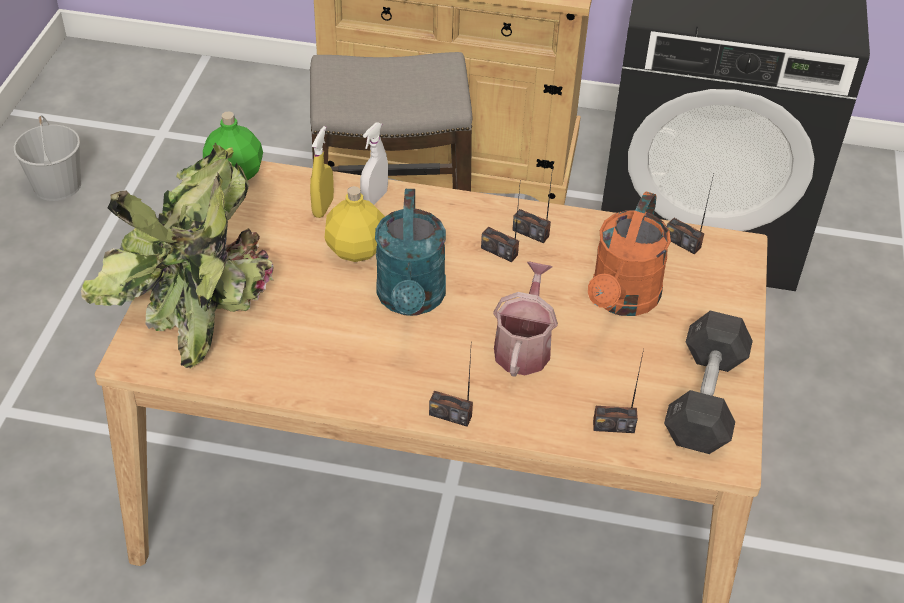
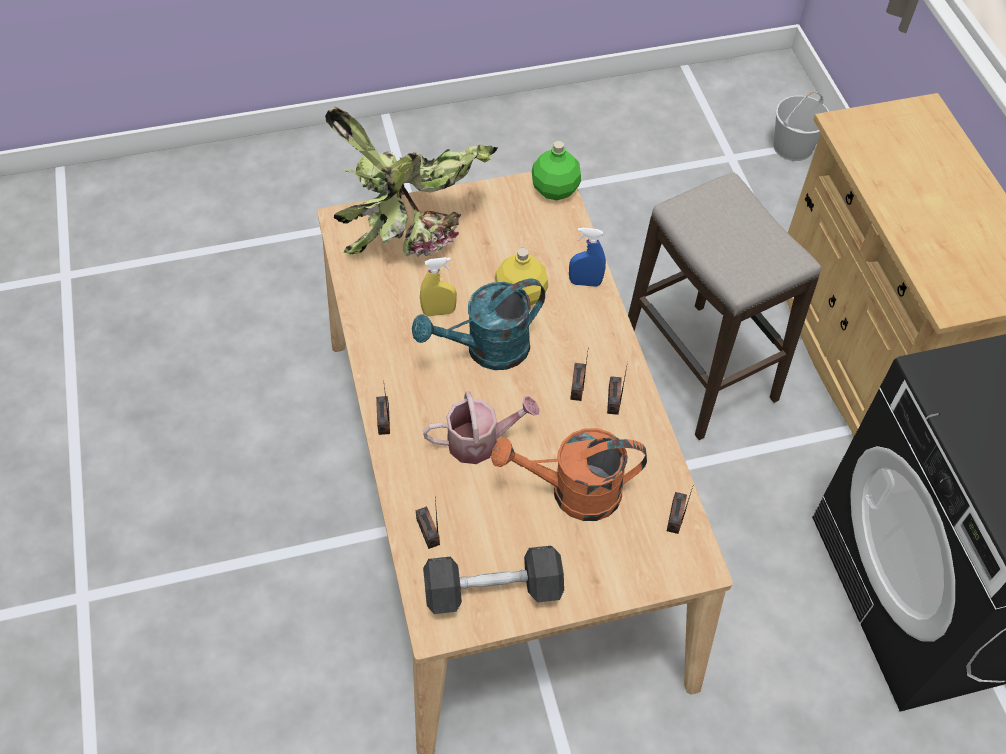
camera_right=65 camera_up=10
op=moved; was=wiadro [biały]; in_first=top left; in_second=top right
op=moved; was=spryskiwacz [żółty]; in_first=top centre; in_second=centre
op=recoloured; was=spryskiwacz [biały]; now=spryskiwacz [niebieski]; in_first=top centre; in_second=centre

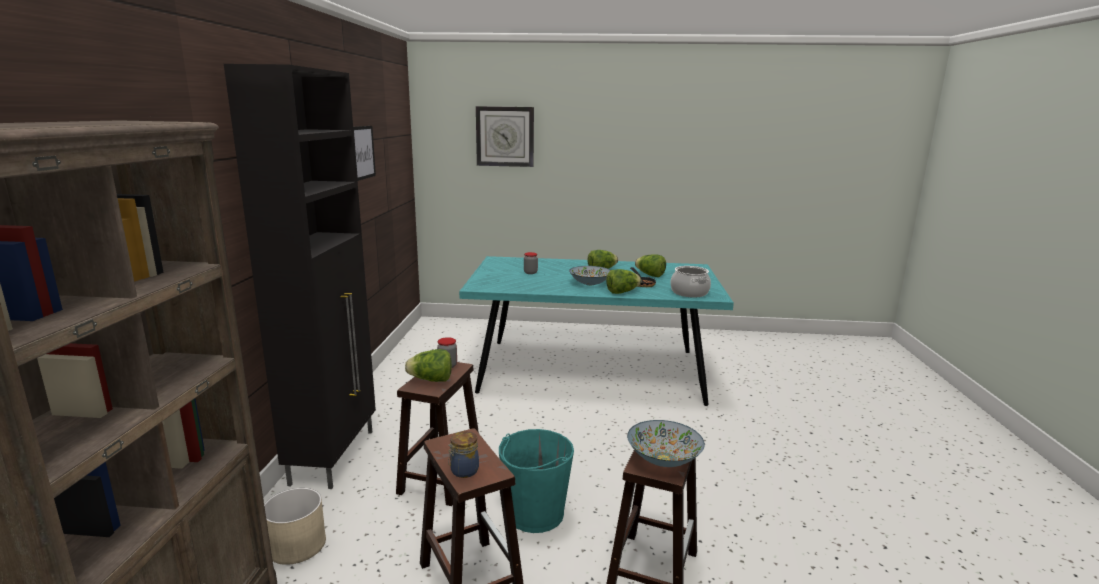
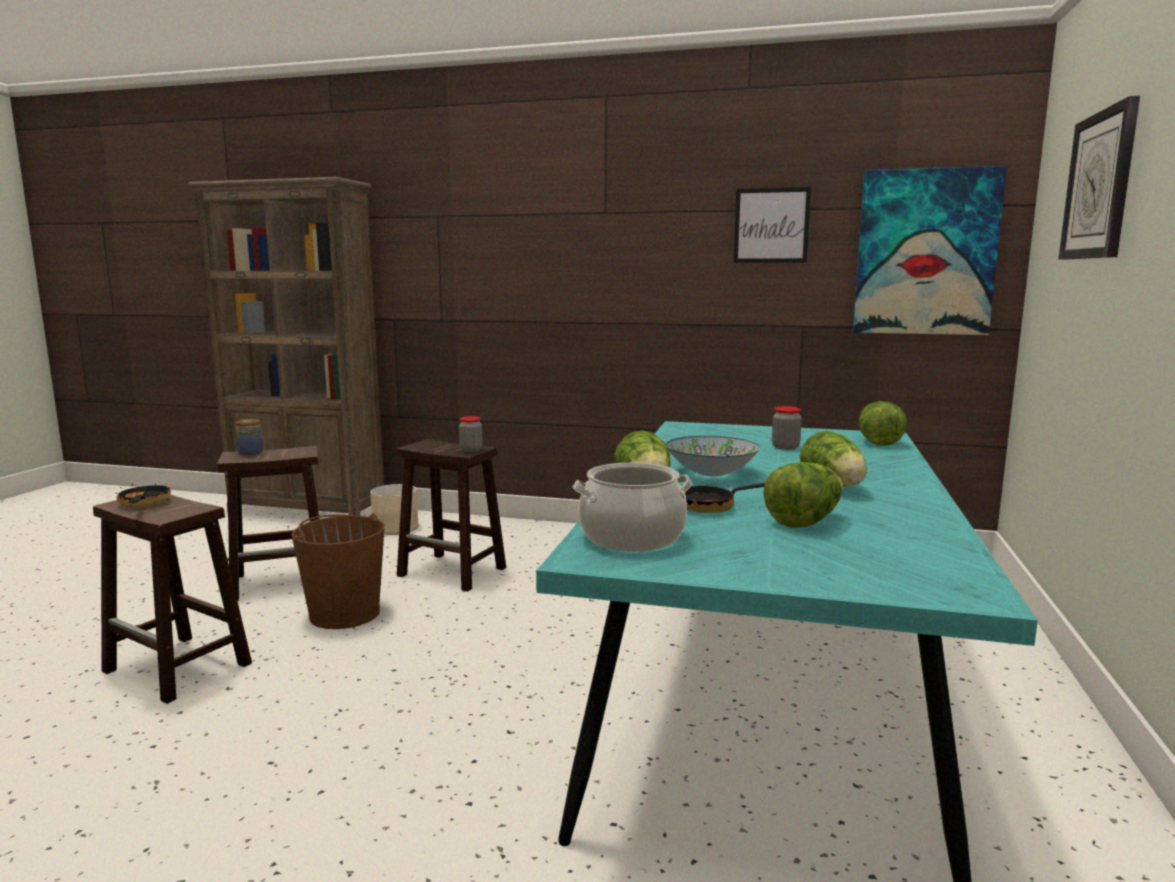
camera_right=100 camera_up=-5
op=removed; was=szafka [czarny]; in_first=middle left
op=added; now=obraz (2nd from left); in_second=top right
op=moved; was=sałata (1st from left in the first image); now=sałata (4th from left); in_first=centre; in_second=middle right
op=replaced; was=miska (2nd from left); now=patelnia (1st from left); in_first=bottom centre; in_second=middle left
op=recoloured; was=wiadro [turkusowy]; now=wiadro [brązowy]; in_first=bottom centre; in_second=middle left

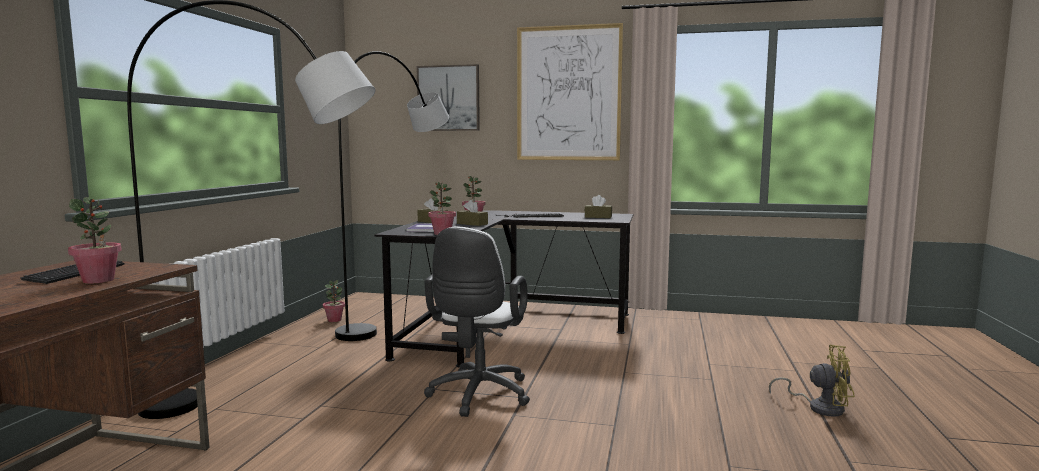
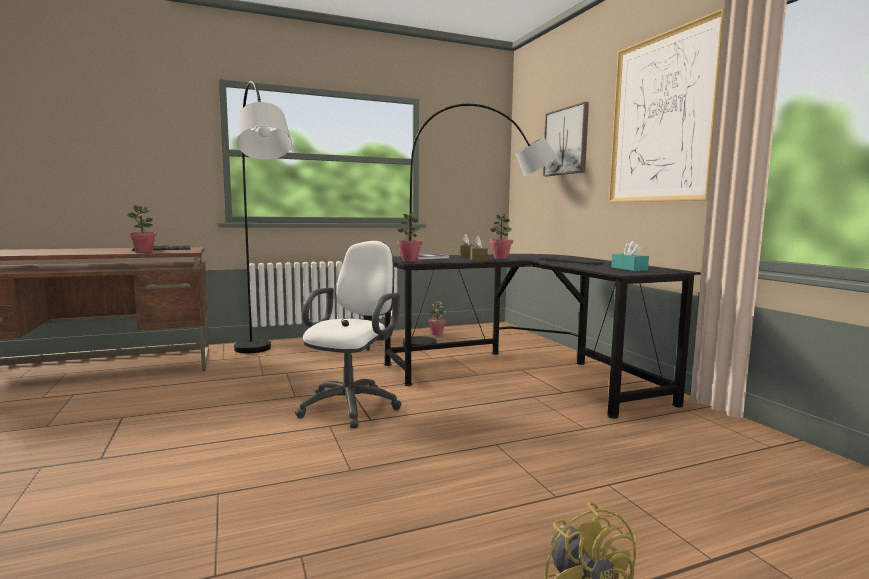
camera_right=55 camera_up=0
op=recoloured; was=pudełko chusteczek [brązowy] (3rd from left); now=pudełko chusteczek [turkusowy]; in_first=centre; in_second=middle right
op=turned; was=krzesło biurowe [biały]; in_first=bottom centre; in_second=centre; clockwise=135

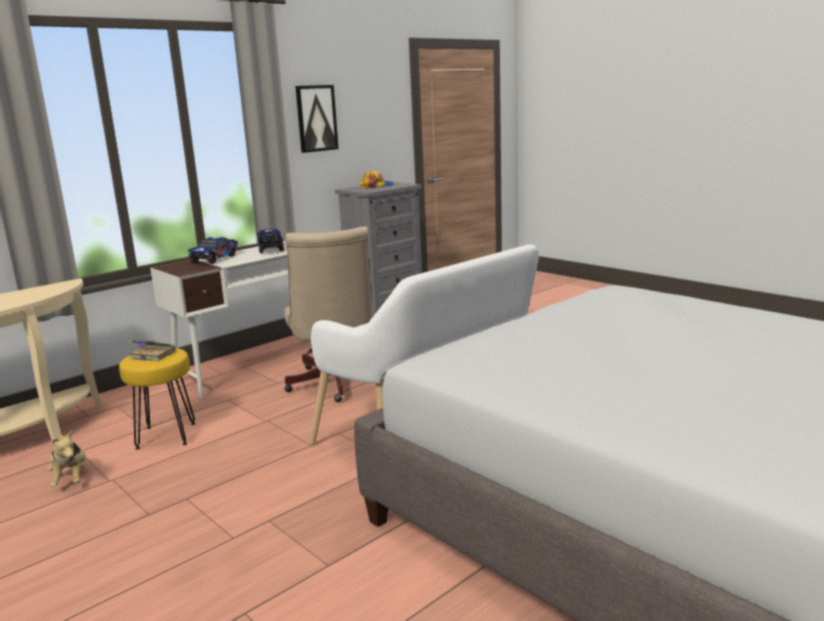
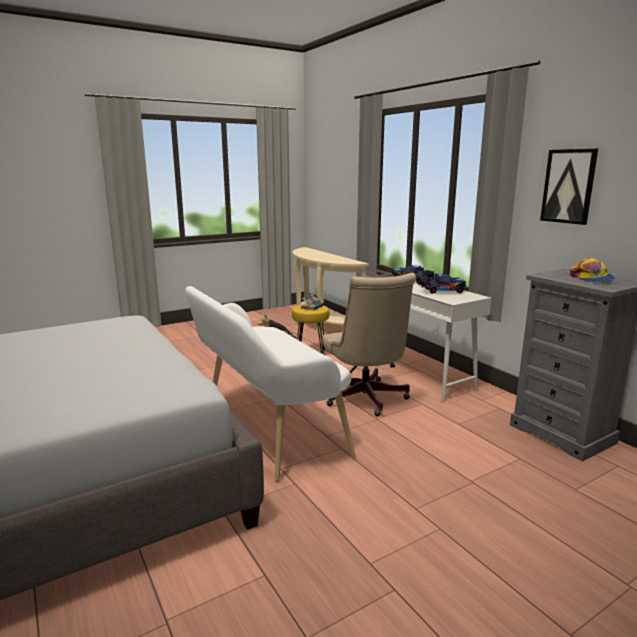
camera_right=100 camera_up=0
op=turned; was=krzesło biurowe [beżowy]; in_first=centre; in_second=centre; clockwise=-105

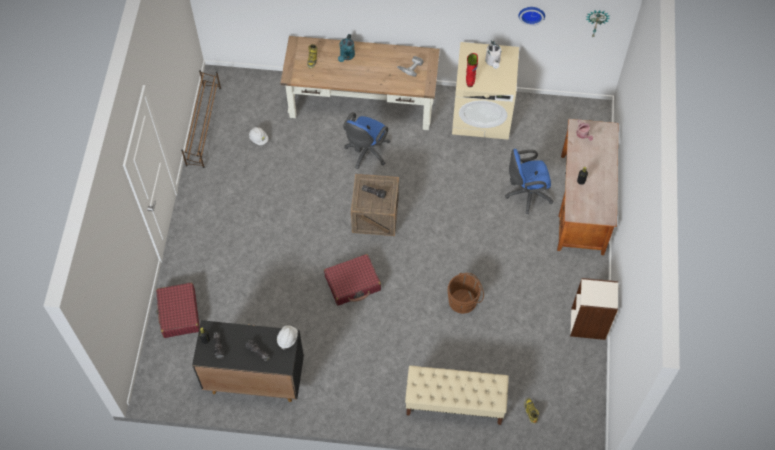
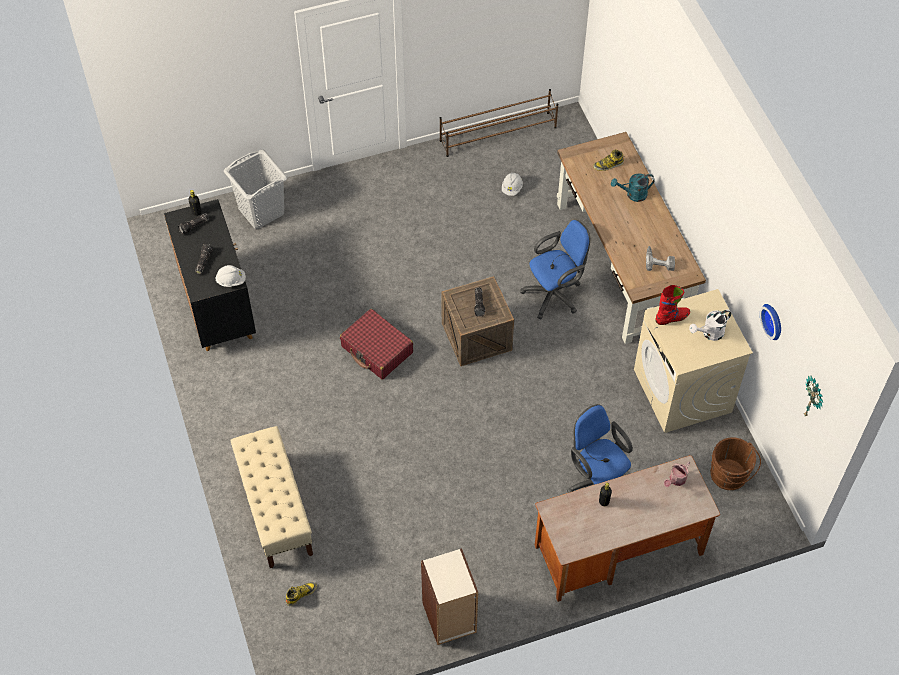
camera_right=65 camera_up=-5
op=moved; was=wiadro [brązowy]; in_first=centre; in_second=bottom right
op=replaced; was=walizka [czerwony] (1st from left); now=kosz na pranie [szary]; in_first=bottom left; in_second=top left
op=turned; was=krzesło biurowe [niebieski] (1st from left); in_first=top centre; in_second=centre; clockwise=150

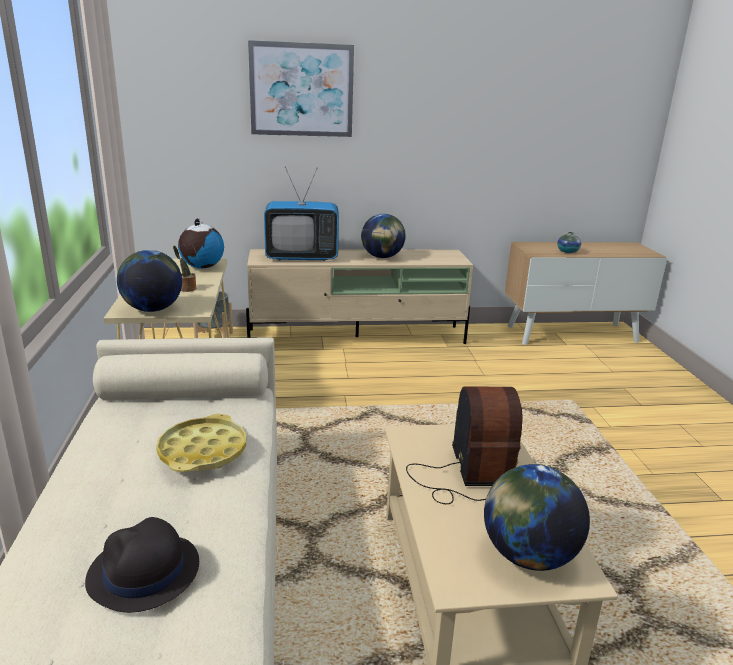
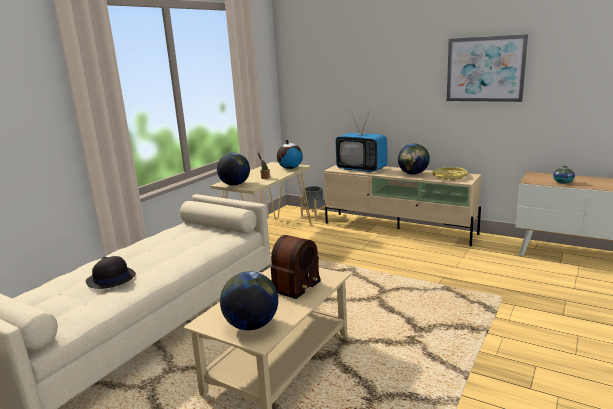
camera_right=40 camera_up=-5
op=moved; was=taca [żółty]; in_first=middle left; in_second=middle right
op=moved; was=obraz; in_first=top centre; in_second=top right

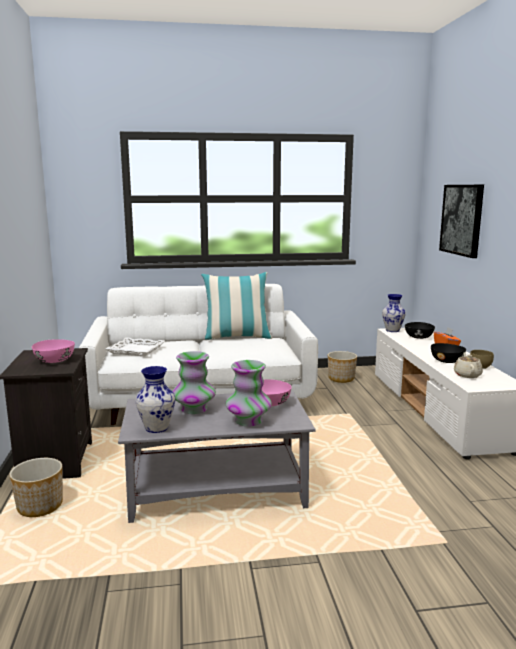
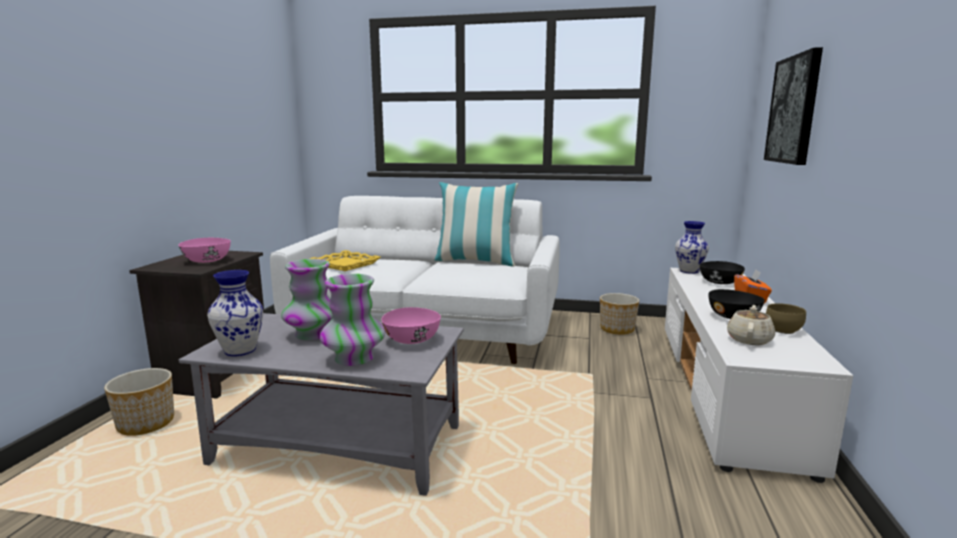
camera_right=20 camera_up=0
op=recoloured; was=taca [biały]; now=taca [żółty]; in_first=middle left; in_second=centre

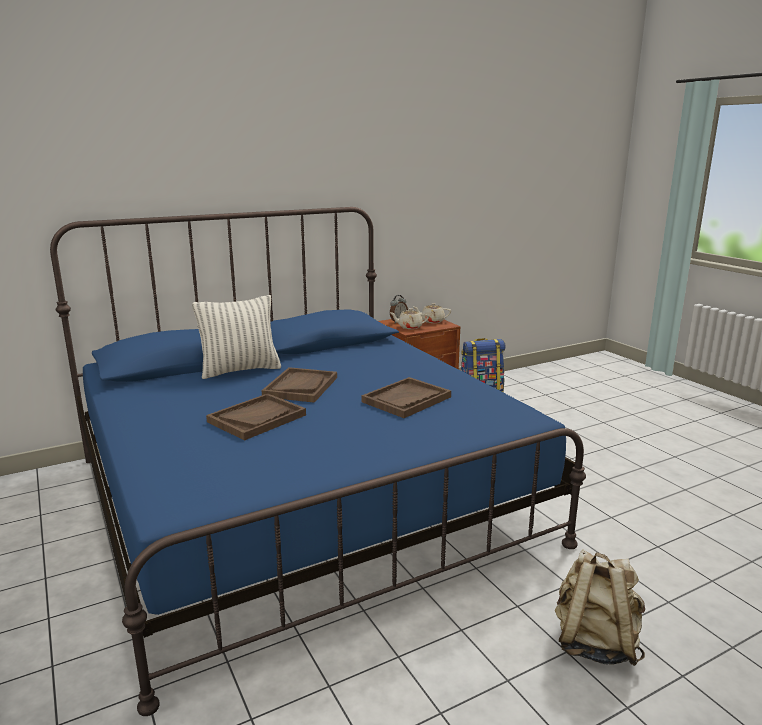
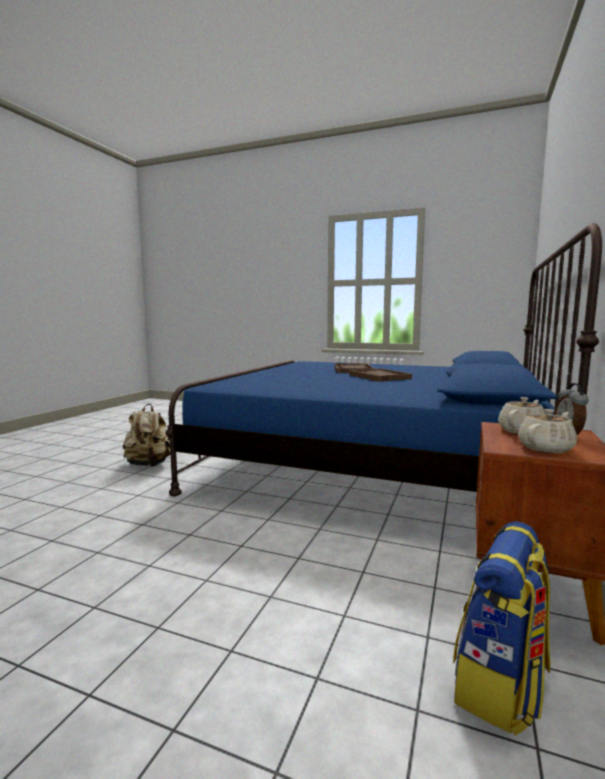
camera_right=140 camera_up=-10
op=removed; was=poduszka; in_first=middle left
op=removed; was=taca [brązowy] (3rd from left); in_first=centre

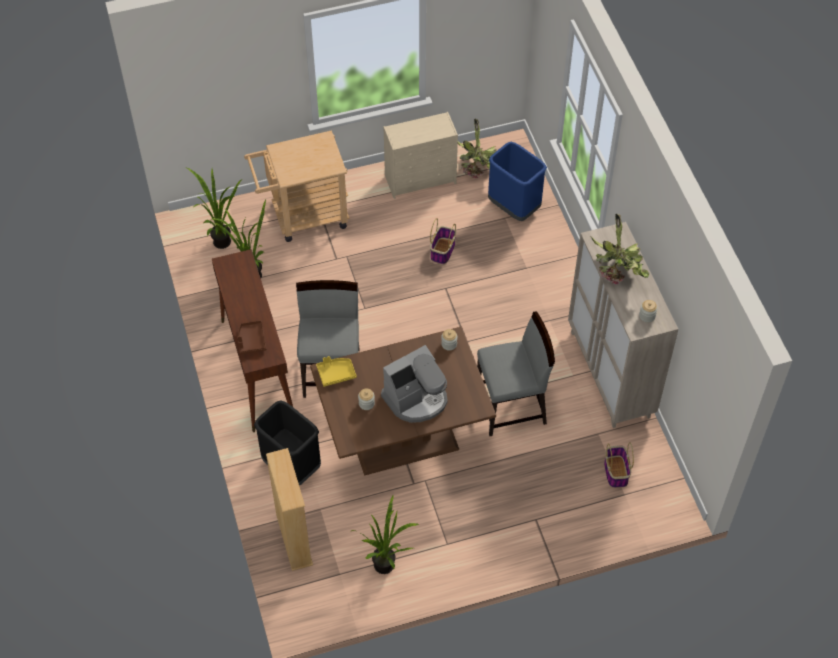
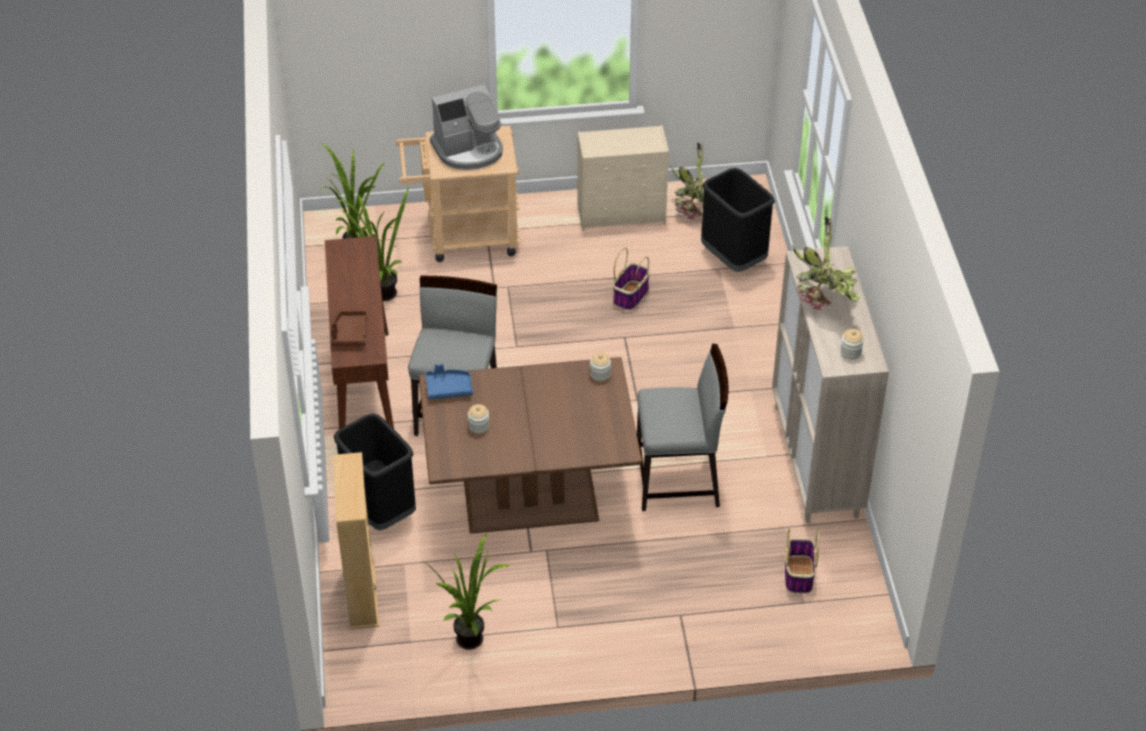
camera_right=10 camera_up=-10
op=moved; was=ekspres do kawy; in_first=centre; in_second=top centre
op=recoloured; was=taca [żółty]; now=taca [niebieski]; in_first=centre; in_second=centre
op=recoloured; was=kosz na śmieci [niebieski]; now=kosz na śmieci [czarny] (2nd from left); in_first=top centre; in_second=top centre

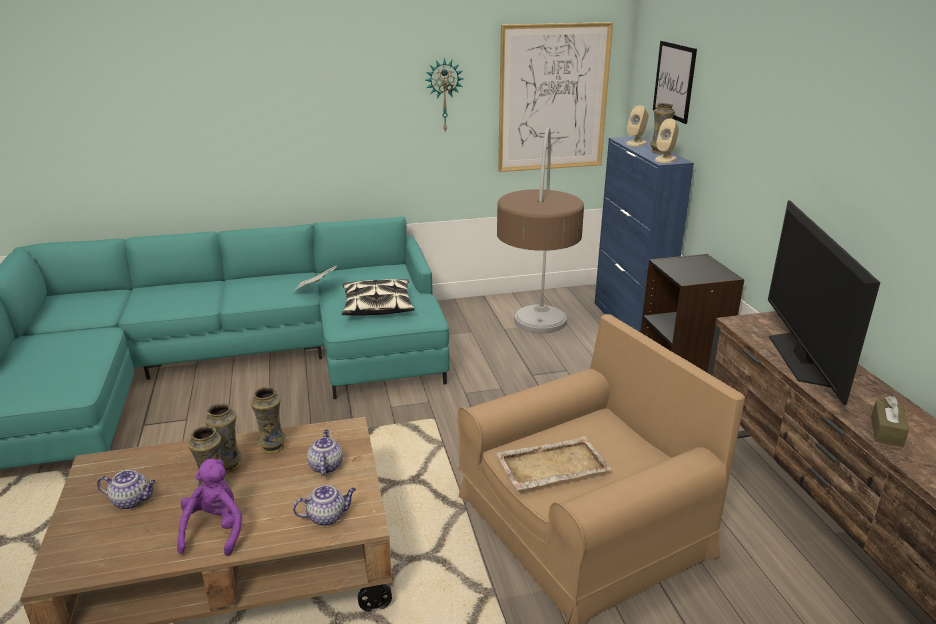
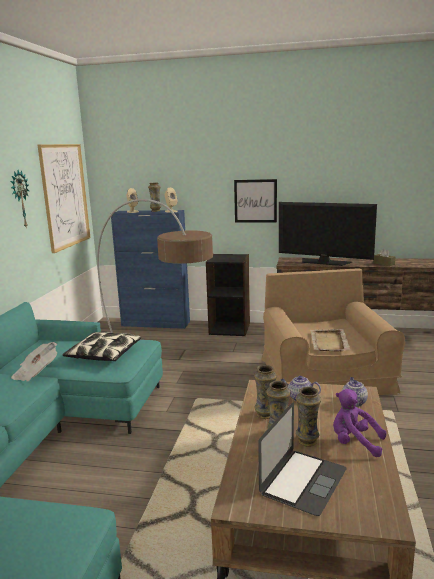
camera_right=-65 camera_up=-10
op=moved; was=obraz (2nd from left); in_first=top right; in_second=centre
op=replaced; was=imbryk (1st from left); now=laptop; in_first=bottom left; in_second=bottom right

